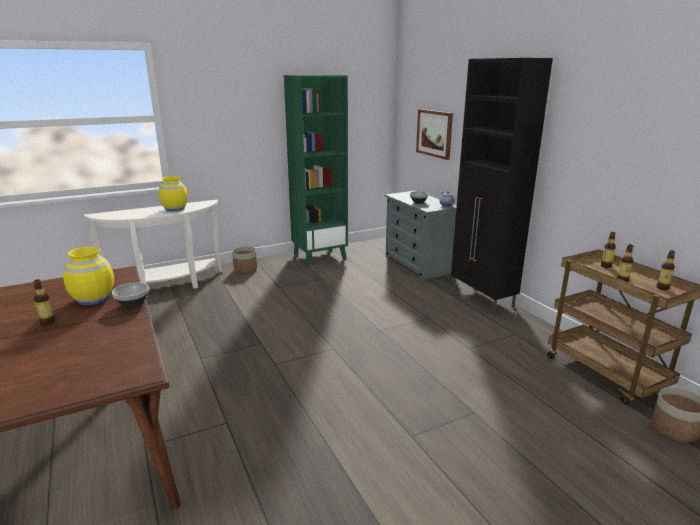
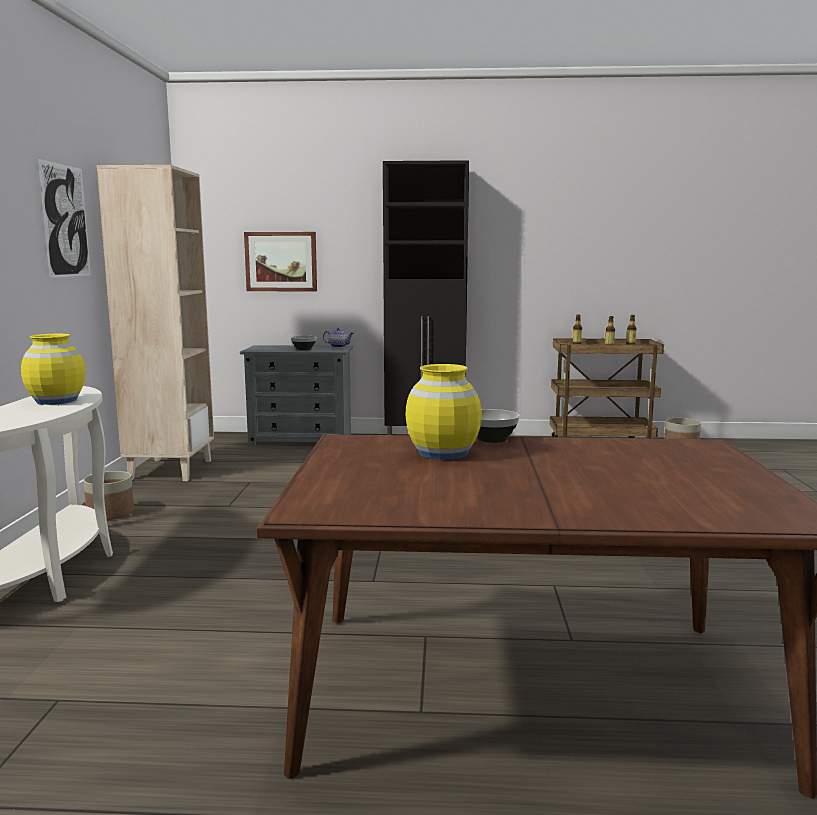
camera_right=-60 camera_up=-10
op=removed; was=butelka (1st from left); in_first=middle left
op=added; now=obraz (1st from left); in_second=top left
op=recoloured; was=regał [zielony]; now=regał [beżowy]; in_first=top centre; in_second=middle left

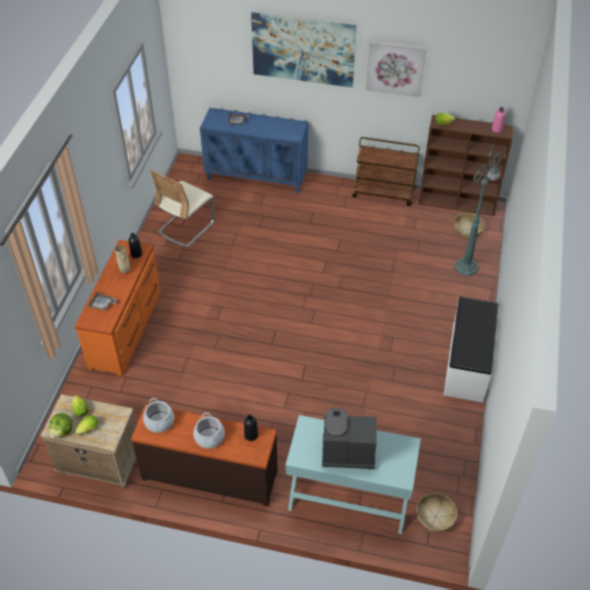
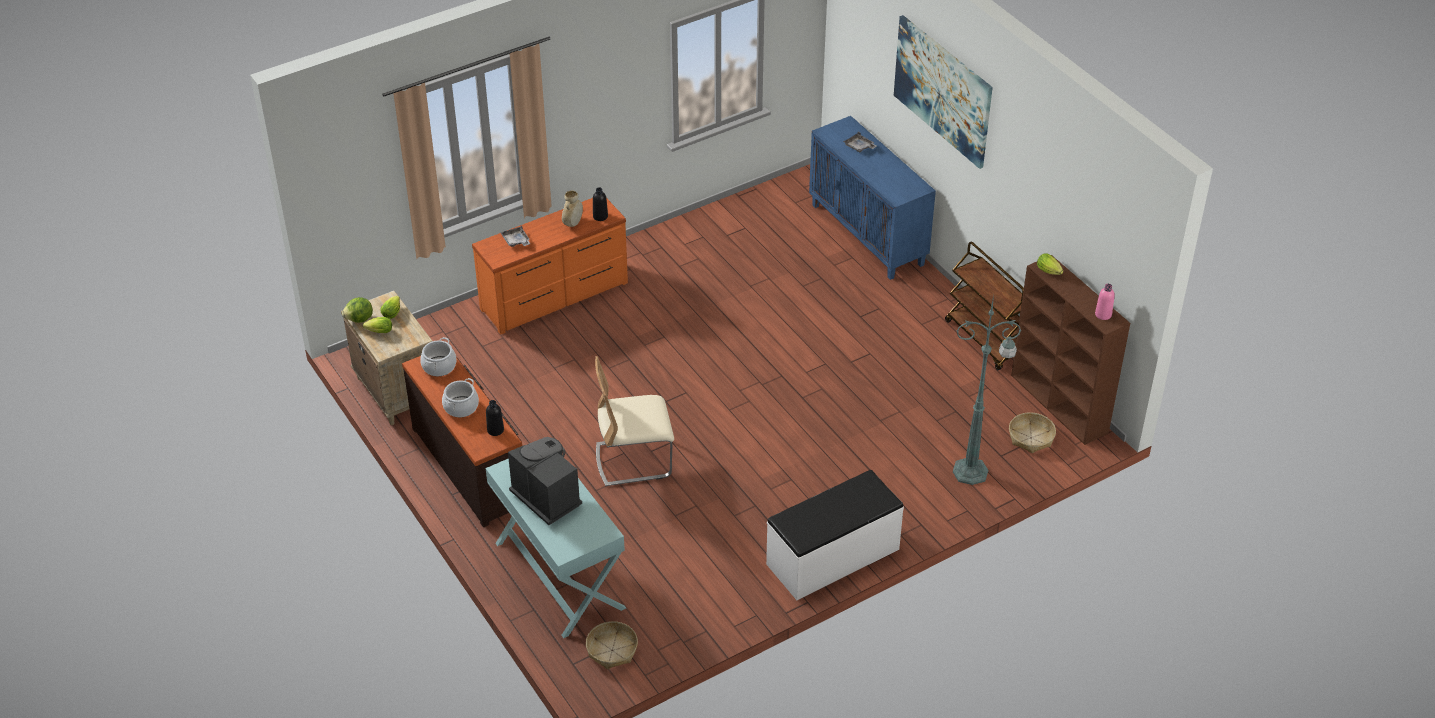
camera_right=45 camera_up=-5
op=removed; was=obraz (2nd from left); in_first=top right
op=moved; was=krzesło [beżowy]; in_first=middle left; in_second=centre

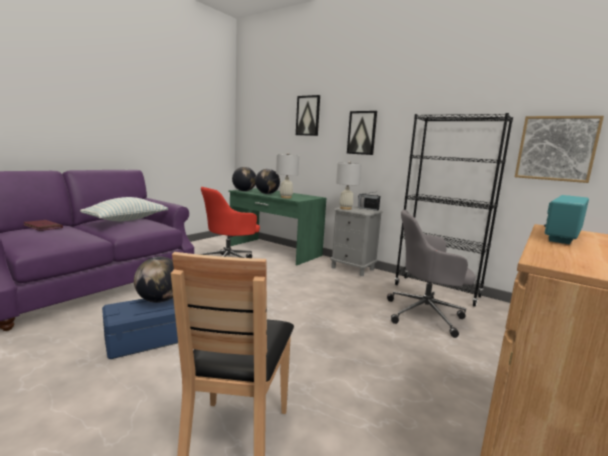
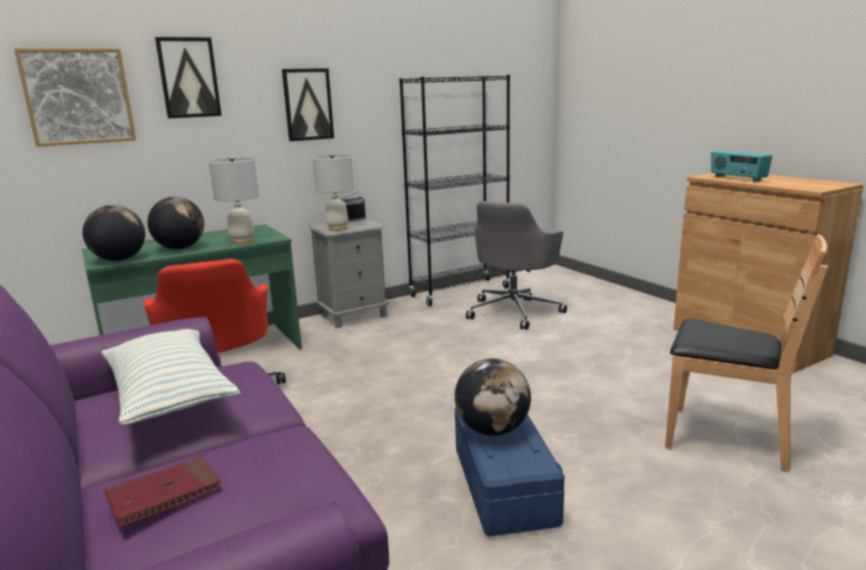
camera_right=-65 camera_up=5
op=moved; was=obraz (3rd from left in the first image); now=obraz (1st from left); in_first=top right; in_second=top left

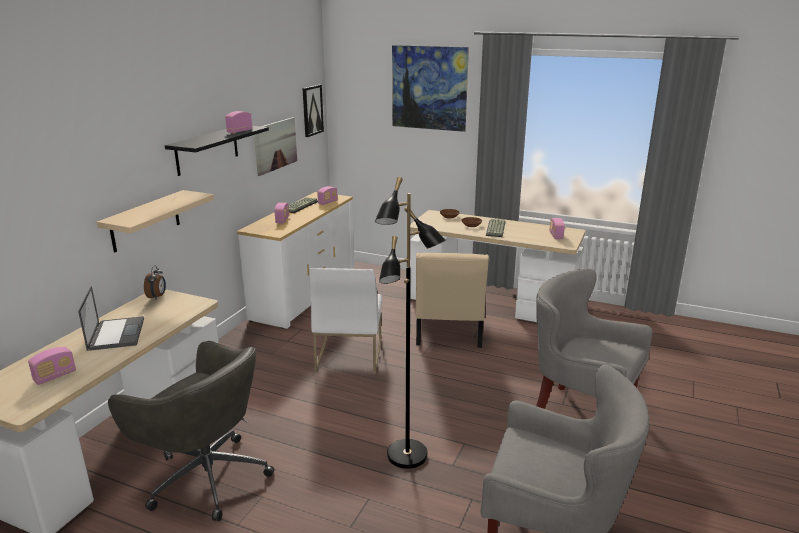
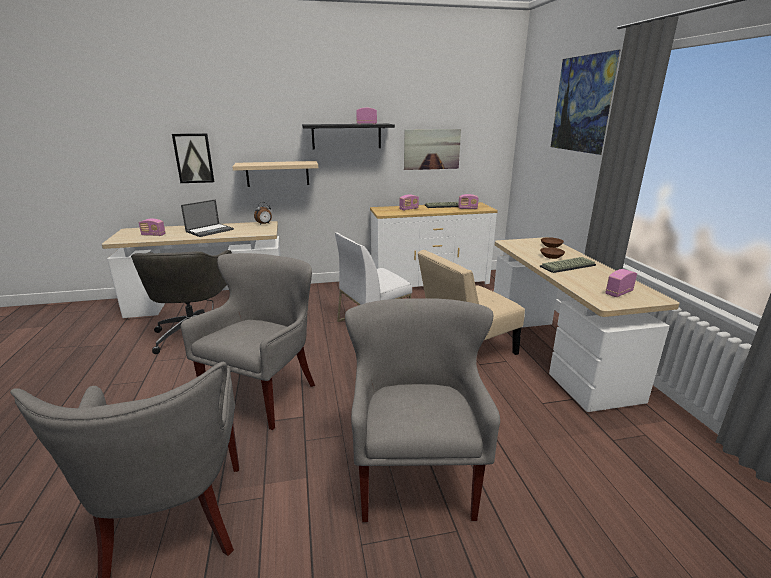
camera_right=55 camera_up=0
op=moved; was=obraz (2nd from left in the first image); now=obraz (1st from left); in_first=top centre; in_second=top left
op=replaced; was=lampa stojąca [czarny]; now=fotel [szary] (2nd from left); in_first=centre; in_second=middle left

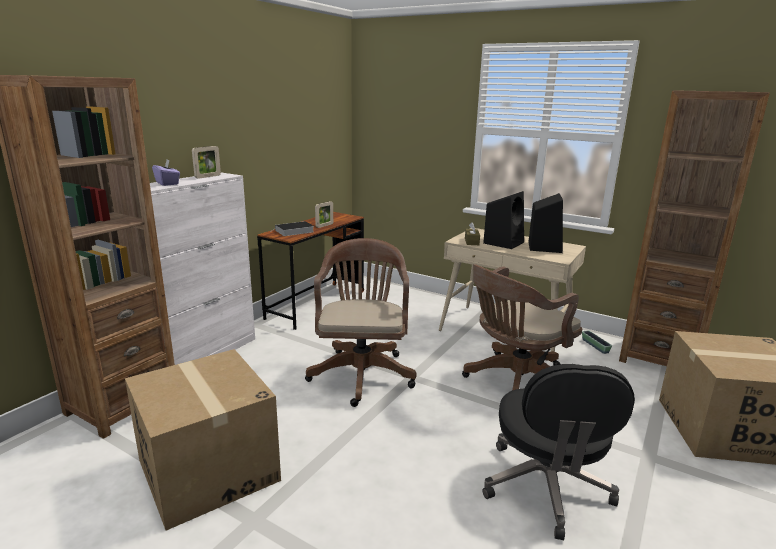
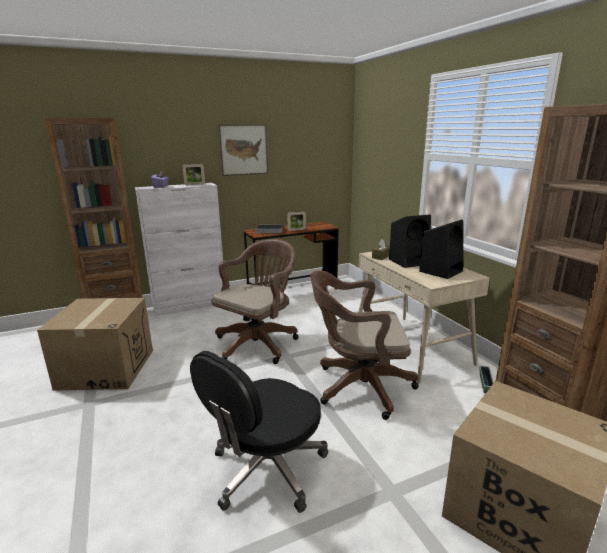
camera_right=35 camera_up=0
op=added; now=obraz; in_second=top centre

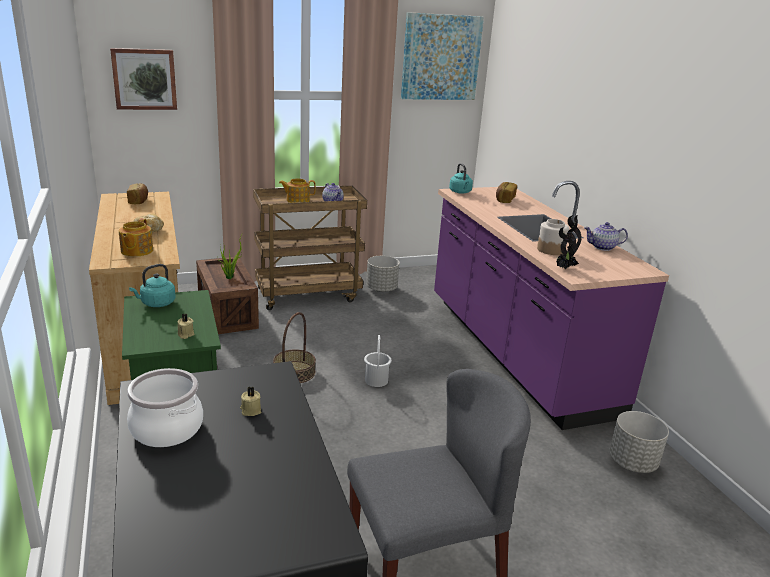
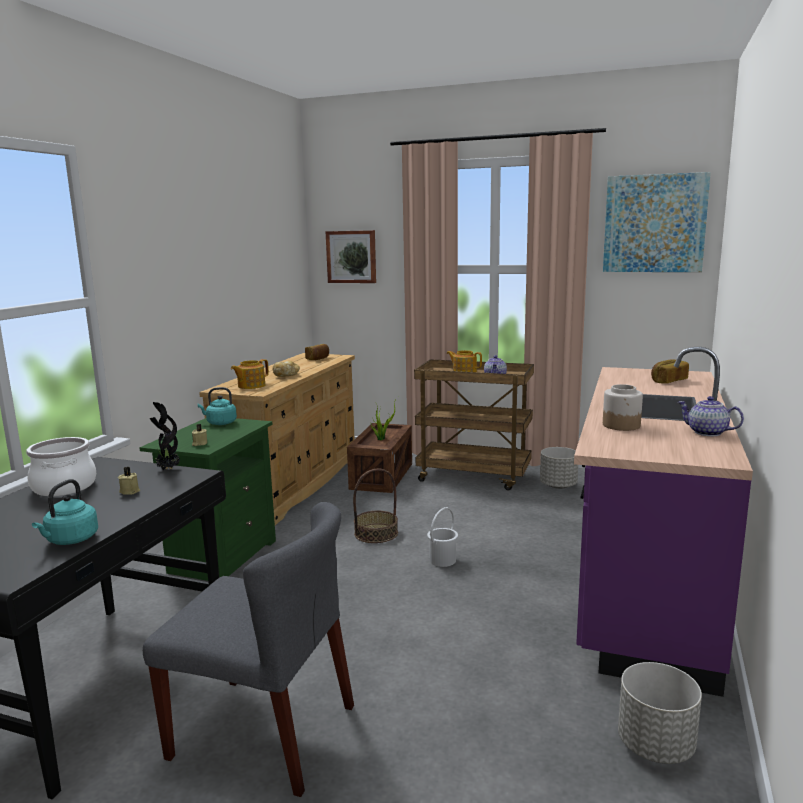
camera_right=40 camera_up=-10
op=moved; was=czajnik [turkusowy] (2nd from left in the first image); now=czajnik [turkusowy] (1st from left); in_first=top centre; in_second=middle left
op=moved; was=roślina doniczkowa (2nd from left in the first image); now=roślina doniczkowa (1st from left); in_first=middle right; in_second=middle left

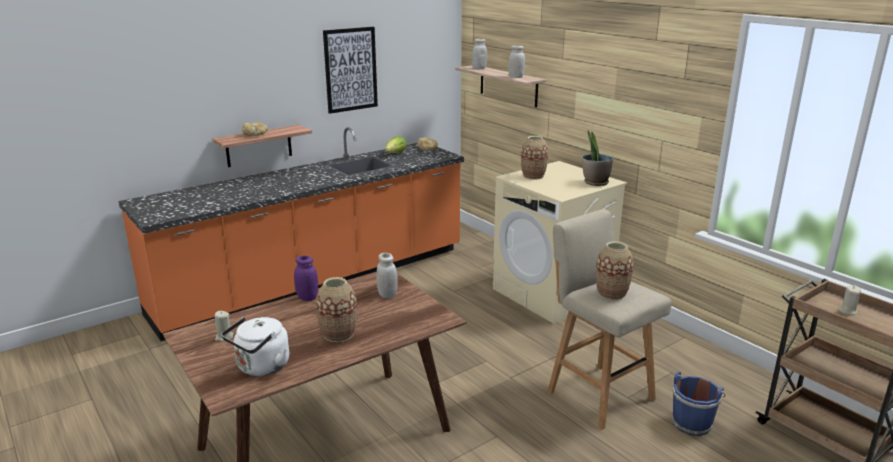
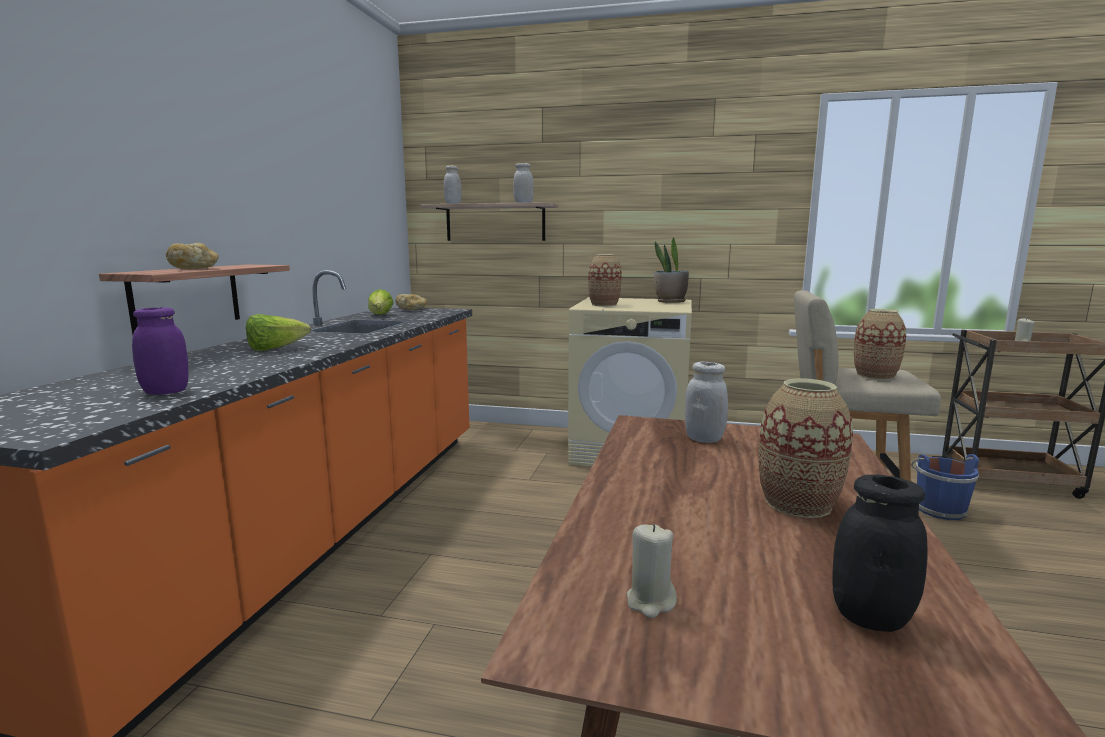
camera_right=-40 camera_up=-10
op=removed; was=obraz; in_first=top centre
op=added; now=sałata (1st from left); in_second=middle left
op=moved; was=słoik [fioletowy]; in_first=centre; in_second=middle left
op=replaced; was=czajnik [biały]; now=słoik [czarny]; in_first=bottom left; in_second=bottom right

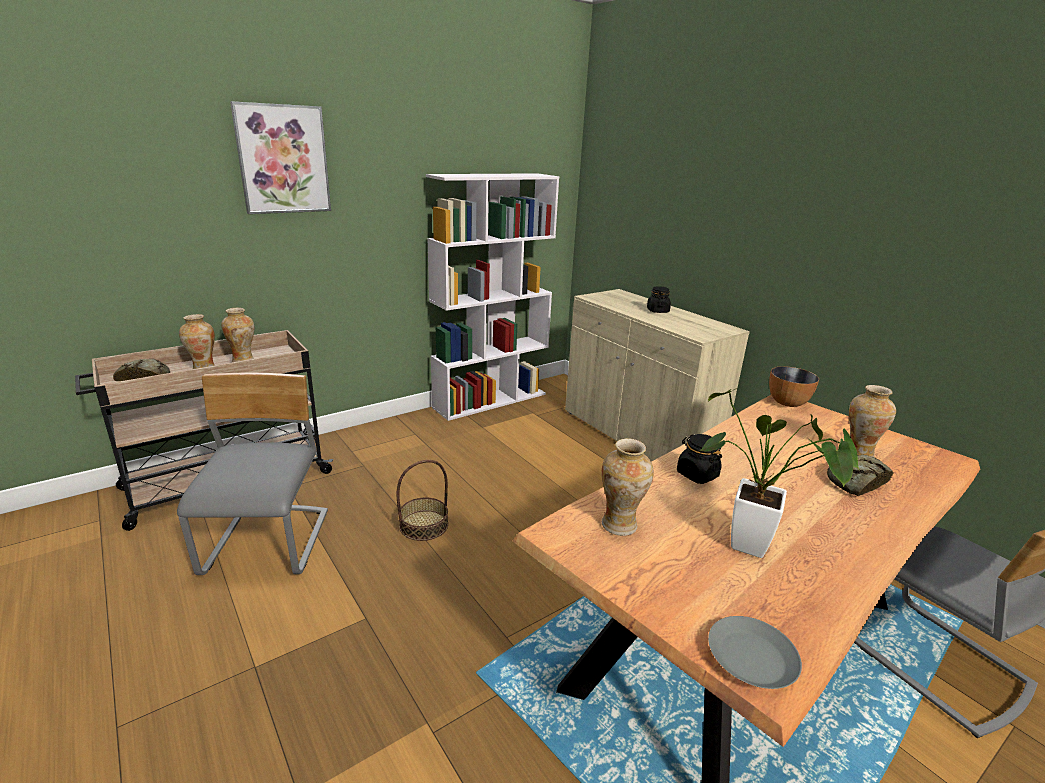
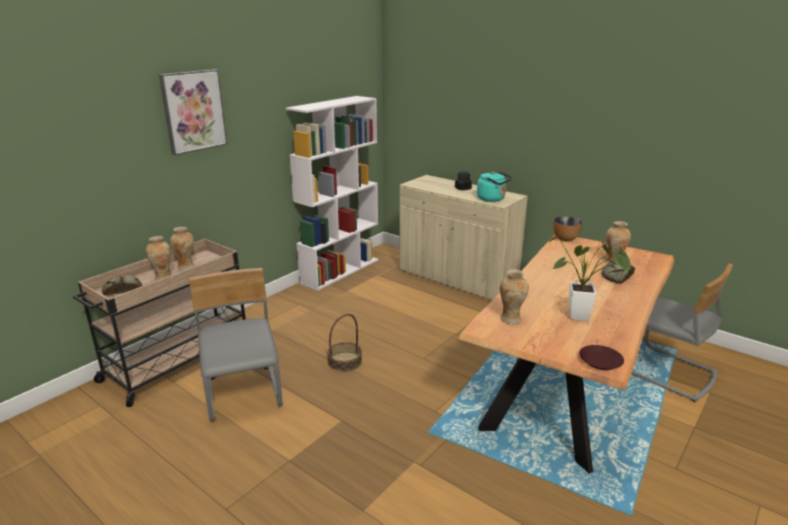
camera_right=-15 camera_up=0
op=removed; was=słoik [czarny] (2nd from left); in_first=middle right
op=added; now=czajnik [turkusowy]; in_second=centre
op=recoloured; was=talerz [szary]; now=talerz [brązowy]; in_first=bottom right; in_second=bottom right

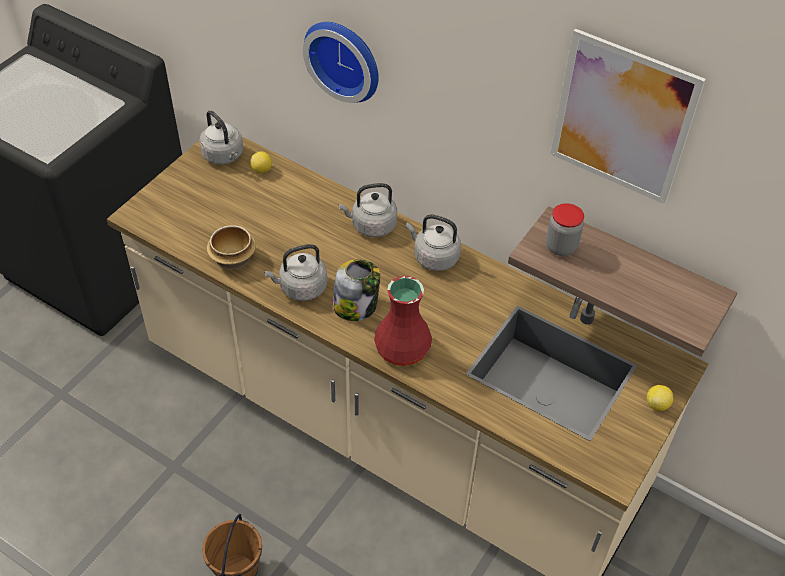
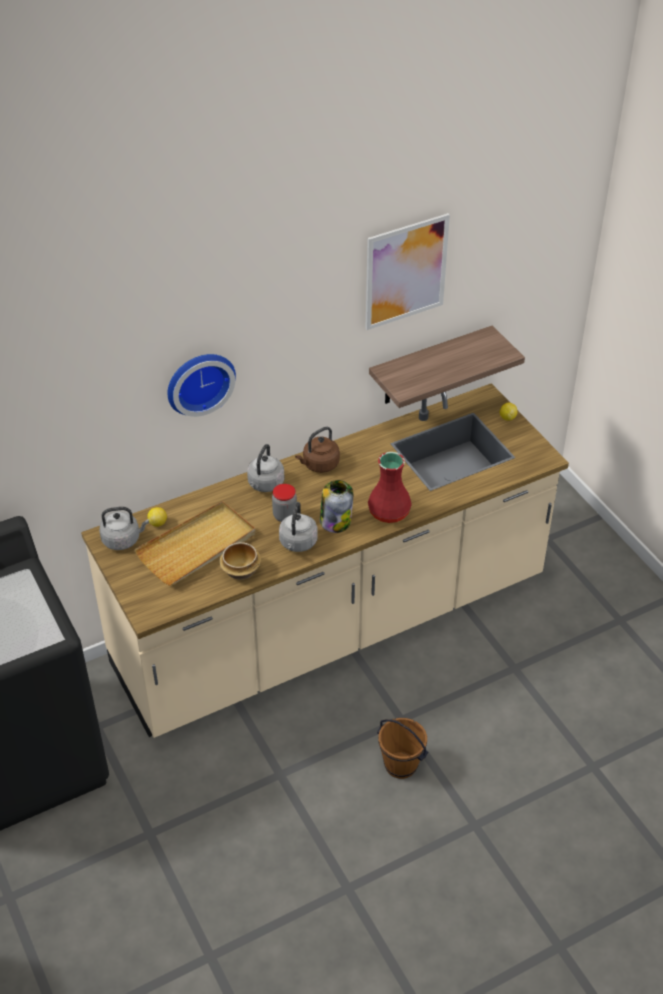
camera_right=-60 camera_up=-5
op=added; now=taca [beżowy]; in_second=middle left
op=moved; was=słoik (2nd from left in the first image); now=słoik (1st from left); in_first=middle right; in_second=centre
op=recoloured; was=czajnik [szary] (4th from left); now=czajnik [brązowy]; in_first=centre; in_second=centre

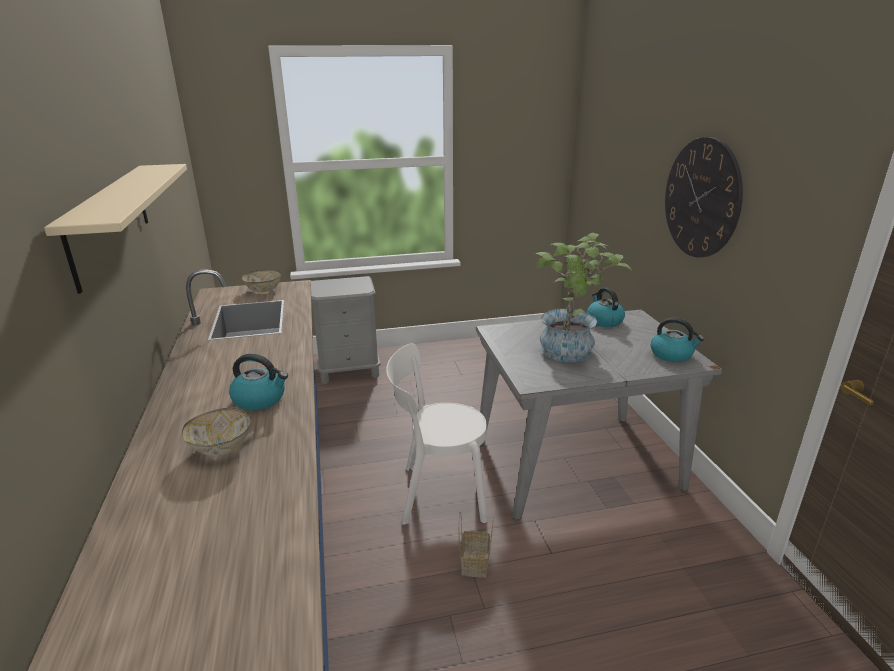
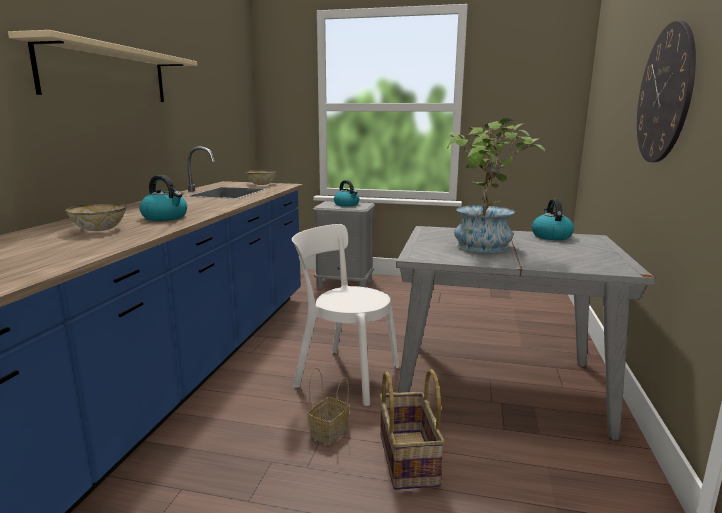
camera_right=25 camera_up=-10
op=added; now=koszyk (2nd from left); in_second=bottom centre
op=moved; was=czajnik (3rd from left in the first image); now=czajnik (2nd from left); in_first=middle right; in_second=centre

